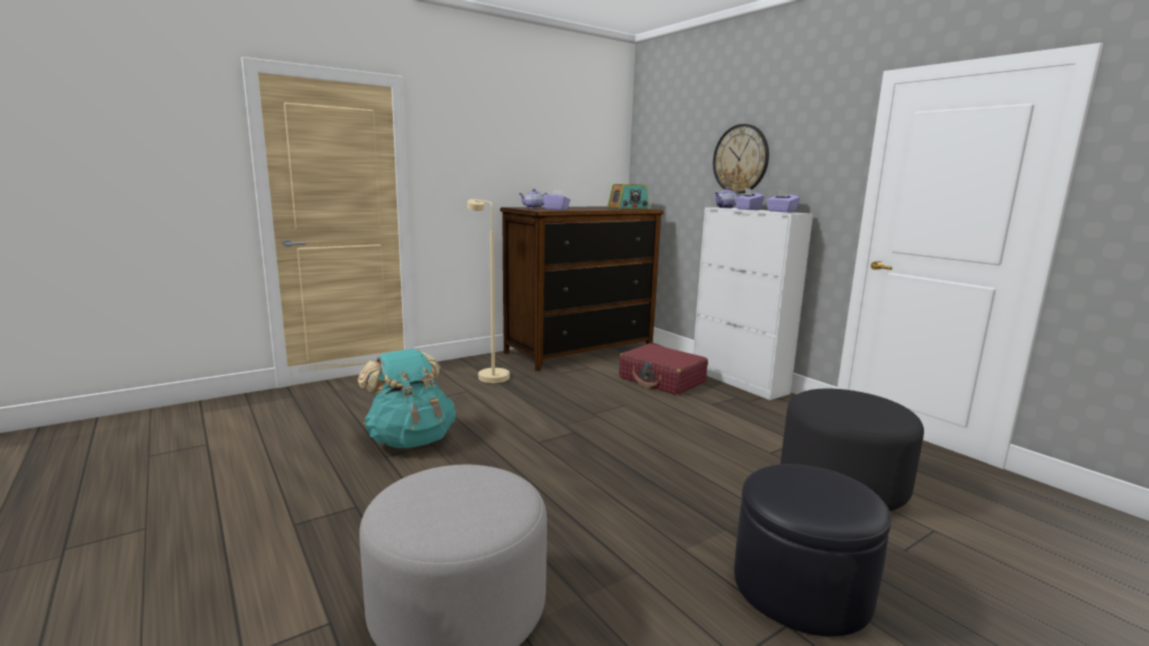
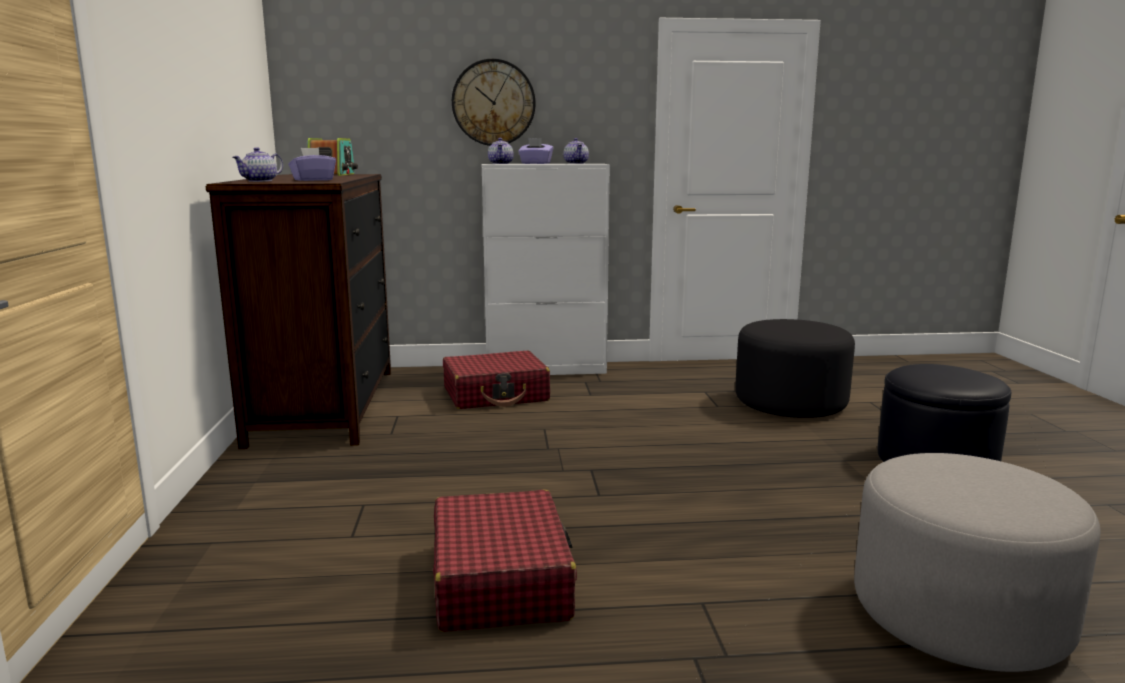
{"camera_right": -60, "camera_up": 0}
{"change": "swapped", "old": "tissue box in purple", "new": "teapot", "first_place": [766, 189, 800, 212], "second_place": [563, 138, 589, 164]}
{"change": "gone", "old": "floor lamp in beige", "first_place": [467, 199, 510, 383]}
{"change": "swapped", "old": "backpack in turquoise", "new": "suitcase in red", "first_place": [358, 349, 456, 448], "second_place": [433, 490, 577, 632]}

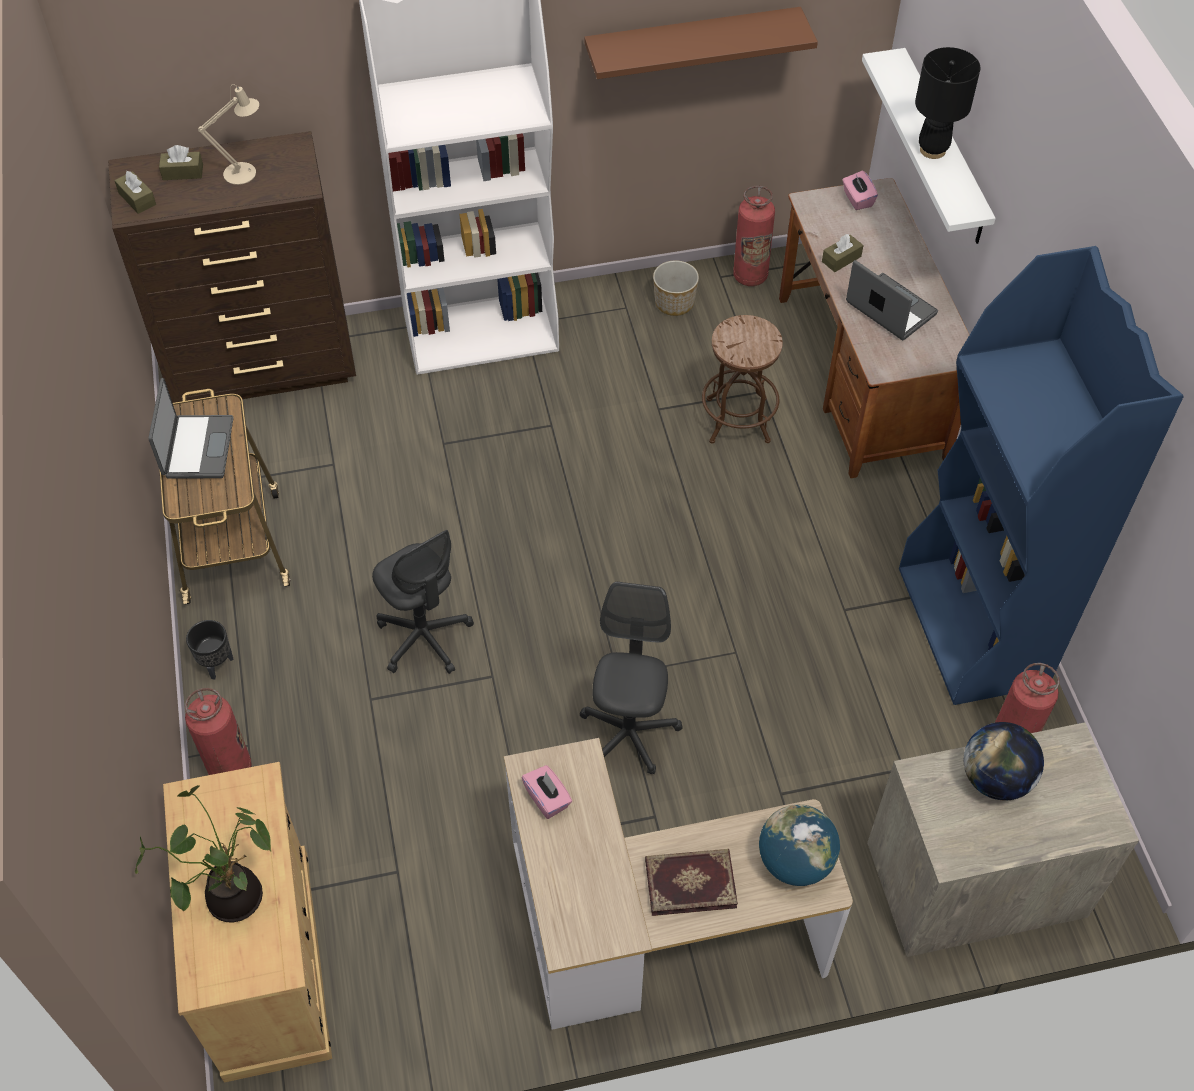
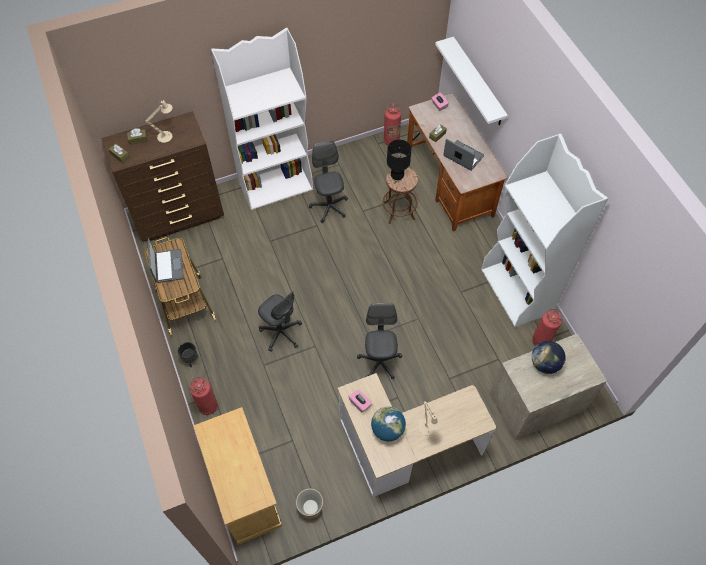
{"camera_right": -10, "camera_up": 5}
{"change": "gone", "old": "shelf in brown", "first_place": [584, 7, 818, 79]}
{"change": "shifted", "old": "table lamp in black", "first_place": [915, 47, 980, 159], "second_place": [387, 140, 412, 182]}
{"change": "repainted", "old": "bookcase in blue", "new": "bookcase in white", "first_place": [899, 246, 1184, 705], "second_place": [481, 134, 608, 327]}
{"change": "shifted", "old": "planter", "first_place": [653, 260, 699, 316], "second_place": [296, 489, 323, 519]}
{"change": "gone", "old": "potted plant", "first_place": [135, 785, 271, 923]}
{"change": "shifted", "old": "globe", "first_place": [759, 804, 840, 886], "second_place": [371, 406, 406, 441]}
{"change": "swapped", "old": "book", "new": "table lamp in beige", "first_place": [645, 849, 738, 916], "second_place": [418, 401, 441, 435]}
{"change": "new", "new": "office chair in grey", "second_place": [309, 140, 348, 223]}

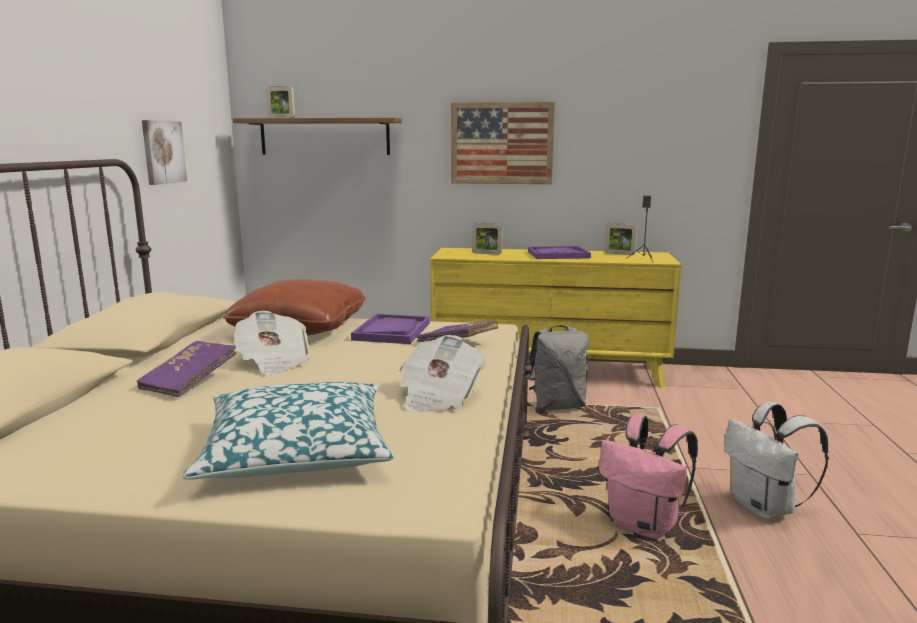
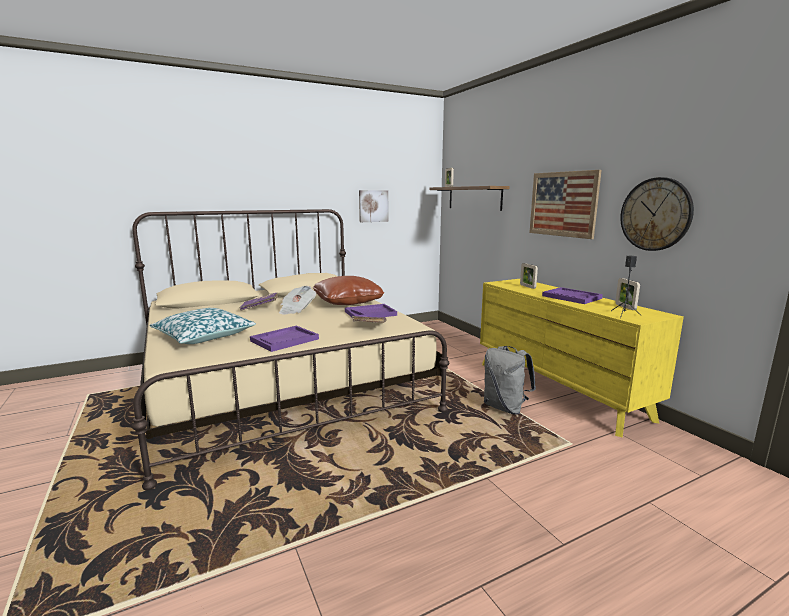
{"camera_right": 55, "camera_up": 0}
{"change": "swapped", "old": "newspaper", "new": "tray in purple", "first_place": [399, 335, 485, 412], "second_place": [250, 326, 319, 352]}
{"change": "gone", "old": "backpack in white", "first_place": [724, 402, 829, 520]}
{"change": "gone", "old": "backpack in pink", "first_place": [599, 414, 698, 539]}
{"change": "new", "new": "wall clock", "second_place": [620, 177, 694, 251]}

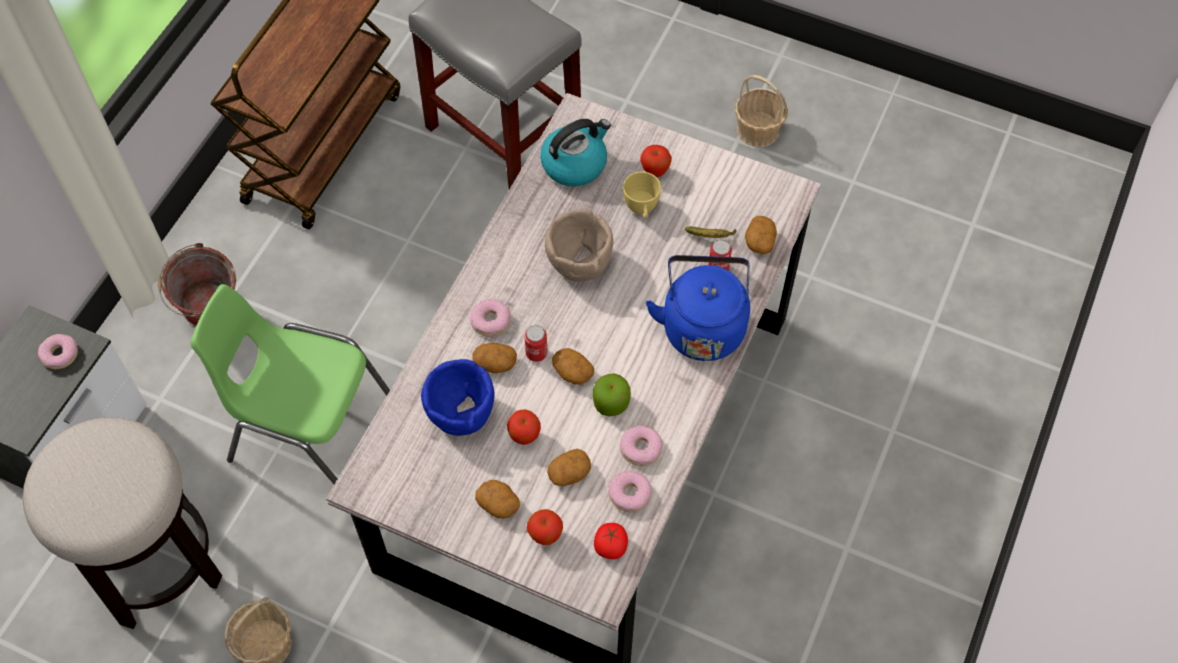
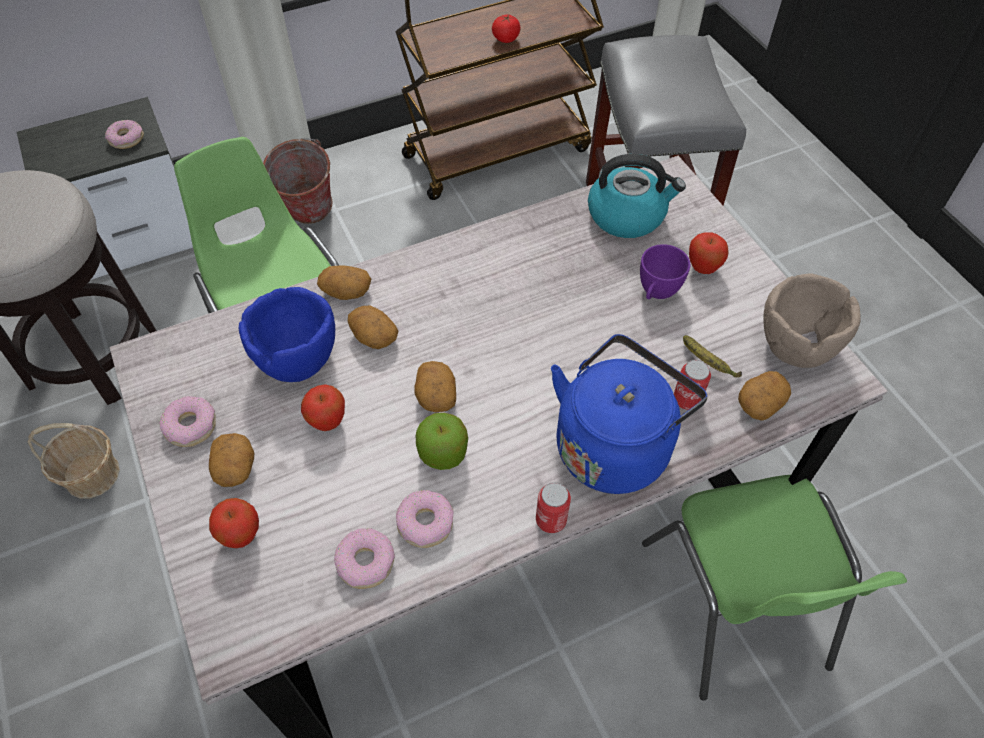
{"camera_right": 40, "camera_up": -5}
{"change": "gone", "old": "basket", "first_place": [735, 75, 788, 147]}
{"change": "repainted", "old": "cup in yellow", "new": "cup in purple", "first_place": [623, 172, 661, 219], "second_place": [640, 244, 690, 299]}
{"change": "shifted", "old": "bowl in brown", "first_place": [545, 209, 613, 282], "second_place": [763, 273, 860, 368]}
{"change": "shifted", "old": "donut", "first_place": [470, 299, 511, 337], "second_place": [160, 396, 216, 447]}
{"change": "shifted", "old": "can", "first_place": [524, 325, 548, 362], "second_place": [536, 482, 571, 533]}
{"change": "shifted", "old": "potato", "first_place": [547, 448, 591, 486], "second_place": [317, 265, 371, 300]}
{"change": "shifted", "old": "tomato", "first_place": [594, 523, 628, 559], "second_place": [492, 15, 521, 43]}
{"change": "new", "new": "chair in green", "second_place": [642, 475, 907, 701]}

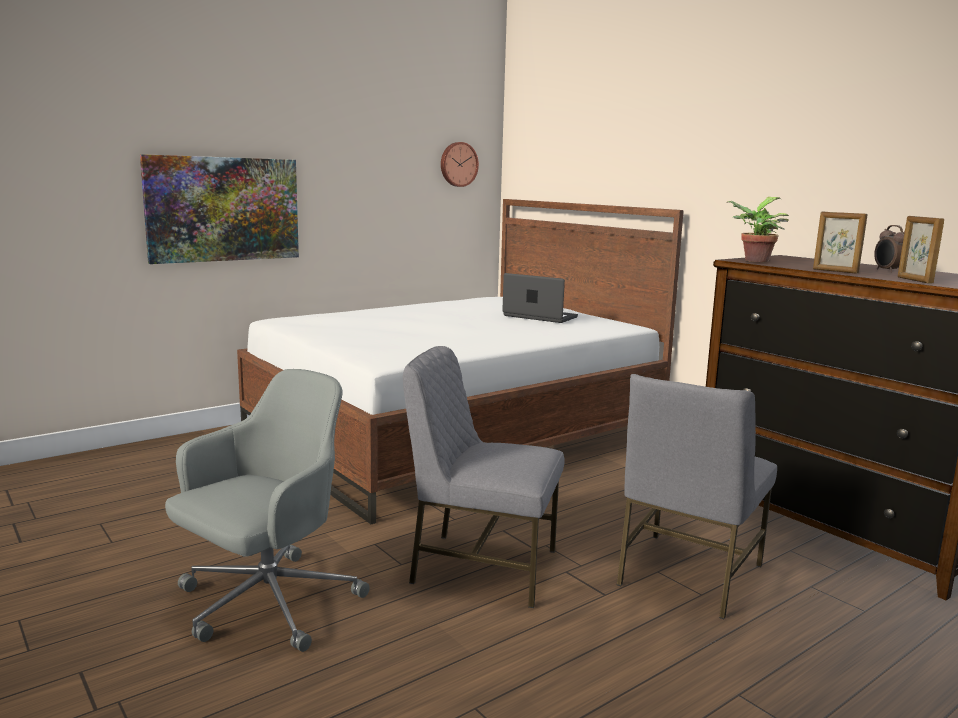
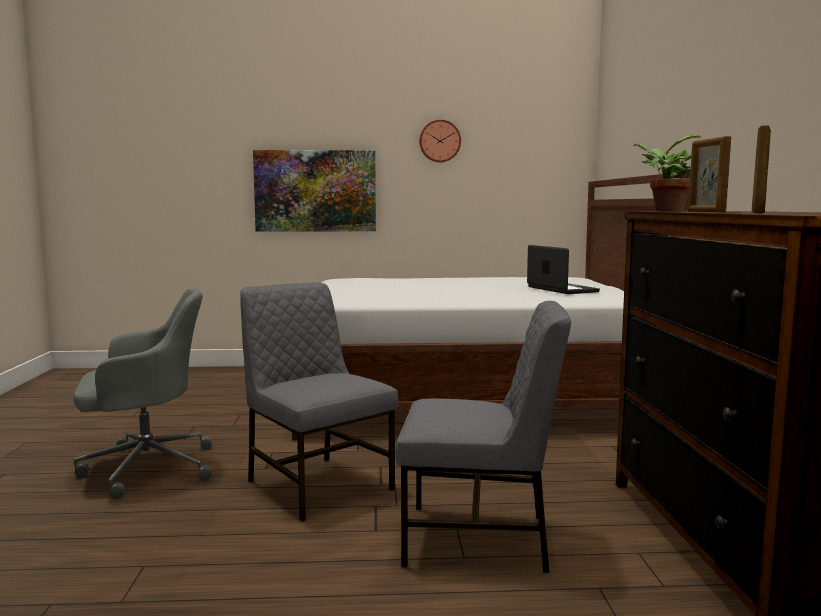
{"camera_right": 35, "camera_up": -5}
{"change": "shifted", "old": "wall clock", "first_place": [441, 142, 479, 187], "second_place": [419, 120, 461, 162]}
{"change": "gone", "old": "alarm clock", "first_place": [874, 225, 905, 272]}
{"change": "rotated", "old": "chair in grey", "first_place": [617, 374, 777, 619], "second_place": [395, 301, 571, 573], "degrees": -150}

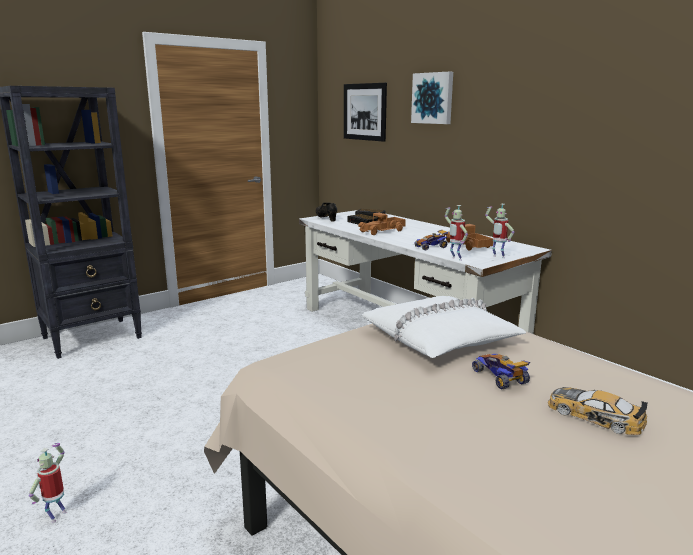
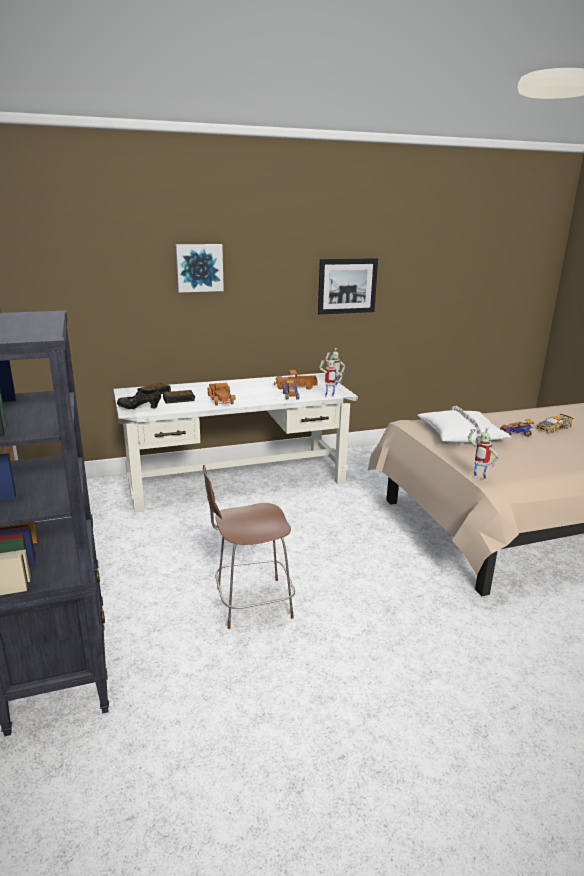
{"camera_right": -70, "camera_up": 5}
{"change": "shifted", "old": "picture", "first_place": [344, 83, 387, 142], "second_place": [318, 258, 378, 314]}
{"change": "shifted", "old": "toy robot", "first_place": [29, 443, 67, 523], "second_place": [468, 427, 499, 481]}
{"change": "new", "new": "chair in brown", "second_place": [203, 465, 295, 629]}

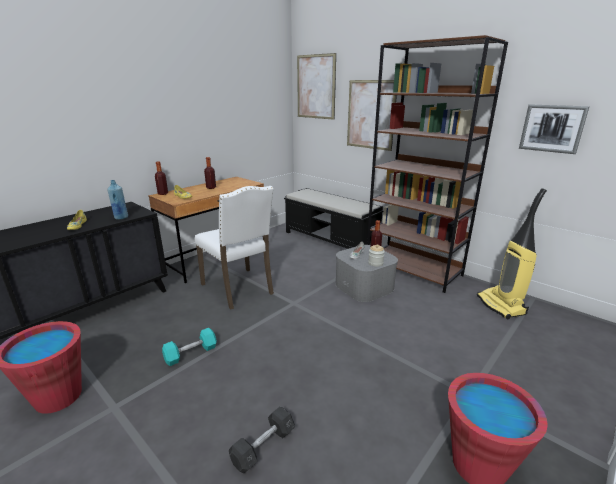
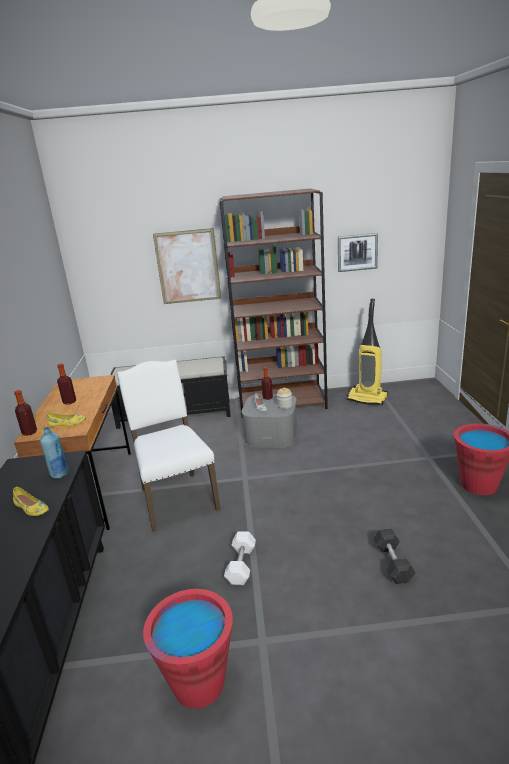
{"camera_right": -45, "camera_up": 0}
{"change": "gone", "old": "picture", "first_place": [297, 53, 336, 120]}
{"change": "rotated", "old": "chair in white", "first_place": [195, 186, 274, 309], "second_place": [117, 360, 221, 532], "degrees": -120}
{"change": "repainted", "old": "dumbbell in turquoise", "new": "dumbbell in white", "first_place": [162, 328, 217, 366], "second_place": [224, 531, 256, 585]}

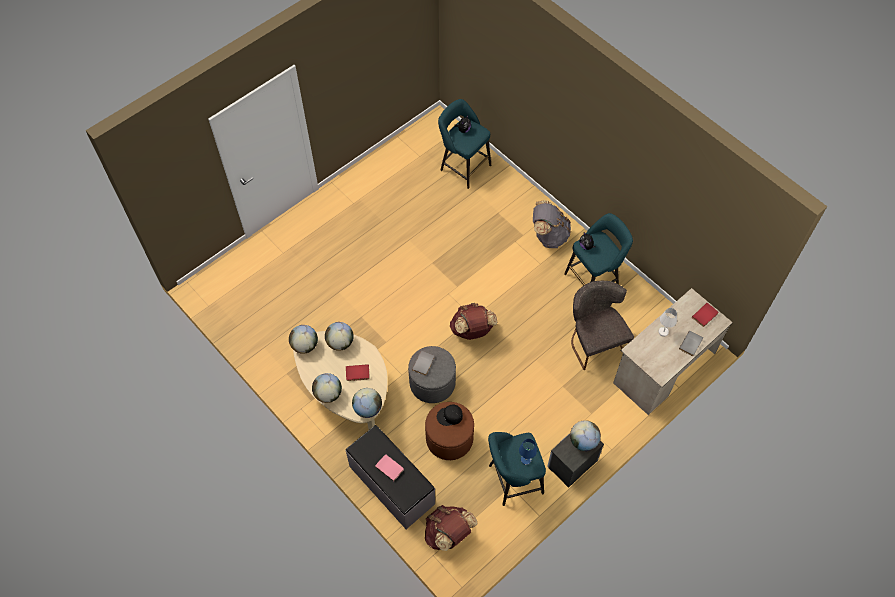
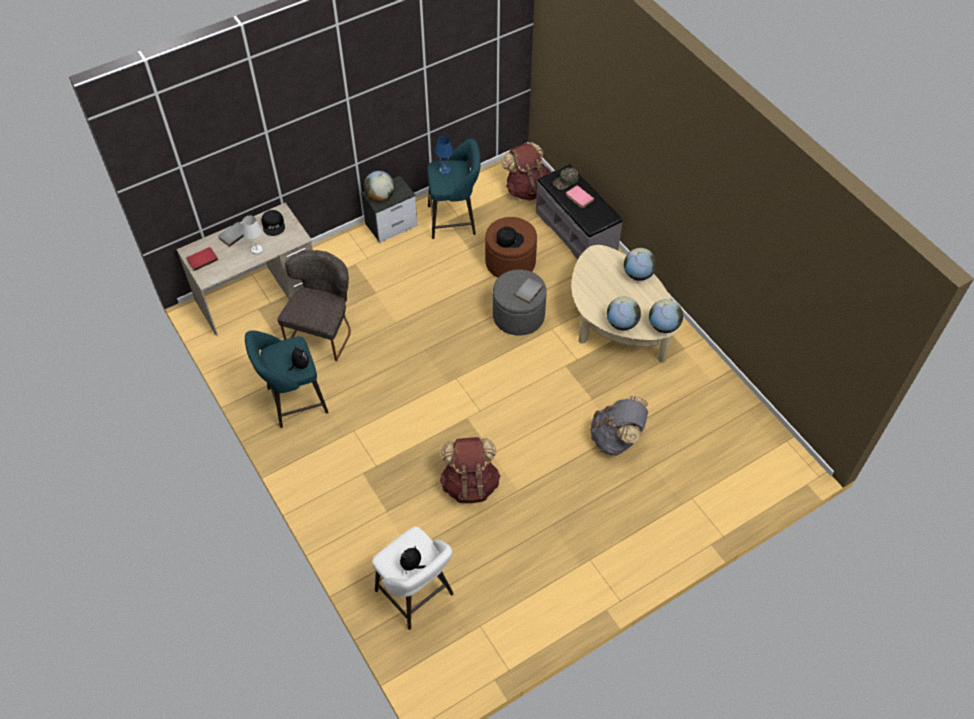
{"camera_right": -170, "camera_up": -5}
{"change": "repainted", "old": "stool in turquoise", "new": "stool in white", "first_place": [438, 99, 491, 189], "second_place": [372, 527, 453, 630]}
{"change": "shifted", "old": "backpack in grey", "first_place": [533, 200, 571, 248], "second_place": [590, 396, 648, 455]}
{"change": "rotated", "old": "chair in grey", "first_place": [571, 281, 634, 370], "second_place": [277, 250, 351, 361], "degrees": -150}
{"change": "shifted", "old": "backpack in brown", "first_place": [450, 303, 497, 340], "second_place": [440, 437, 500, 503]}
{"change": "gone", "old": "book in red", "first_place": [346, 364, 370, 381]}
{"change": "gone", "old": "globe", "first_place": [352, 388, 382, 418]}
{"change": "new", "new": "cap in green", "second_place": [553, 168, 578, 190]}
{"change": "new", "new": "cap in black", "second_place": [262, 210, 285, 236]}

